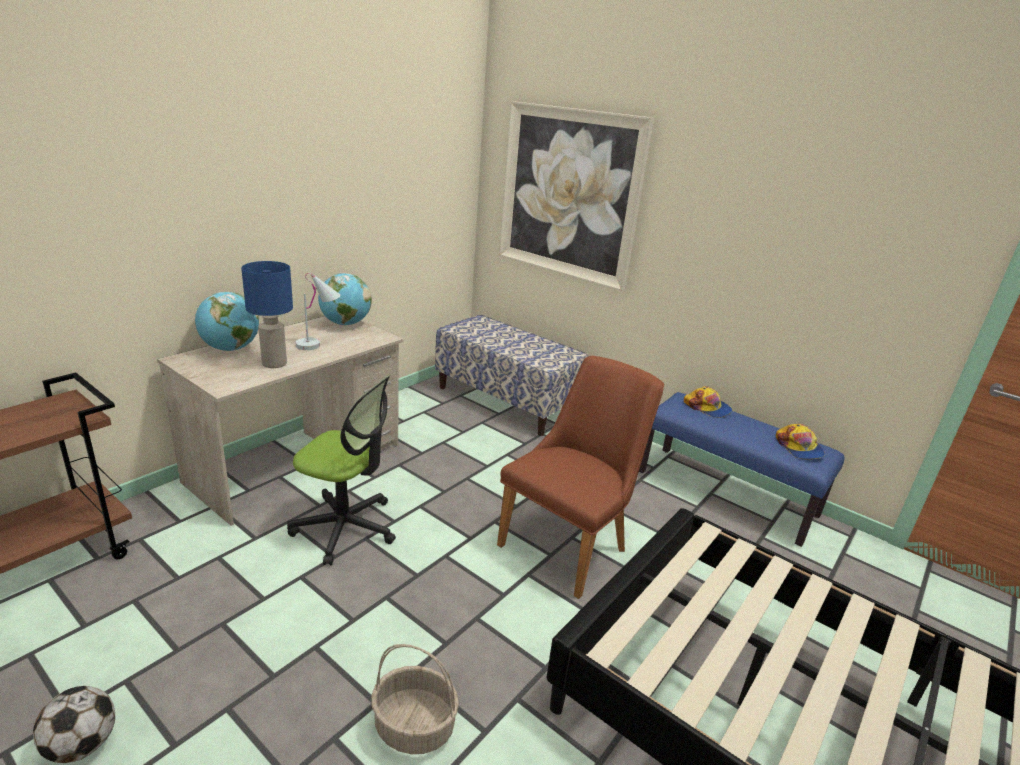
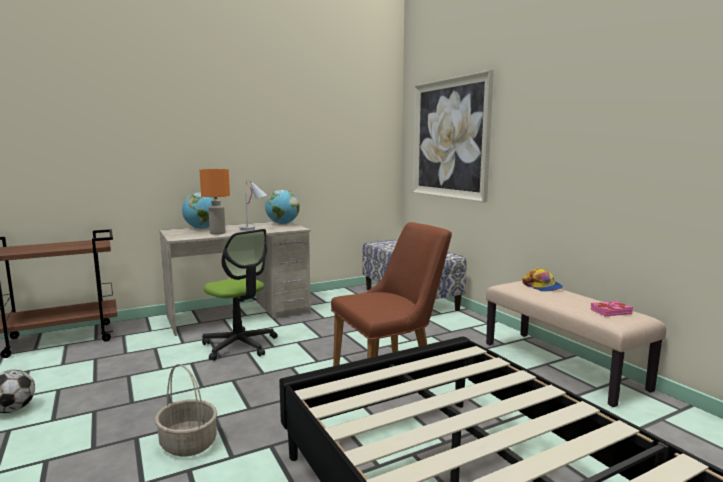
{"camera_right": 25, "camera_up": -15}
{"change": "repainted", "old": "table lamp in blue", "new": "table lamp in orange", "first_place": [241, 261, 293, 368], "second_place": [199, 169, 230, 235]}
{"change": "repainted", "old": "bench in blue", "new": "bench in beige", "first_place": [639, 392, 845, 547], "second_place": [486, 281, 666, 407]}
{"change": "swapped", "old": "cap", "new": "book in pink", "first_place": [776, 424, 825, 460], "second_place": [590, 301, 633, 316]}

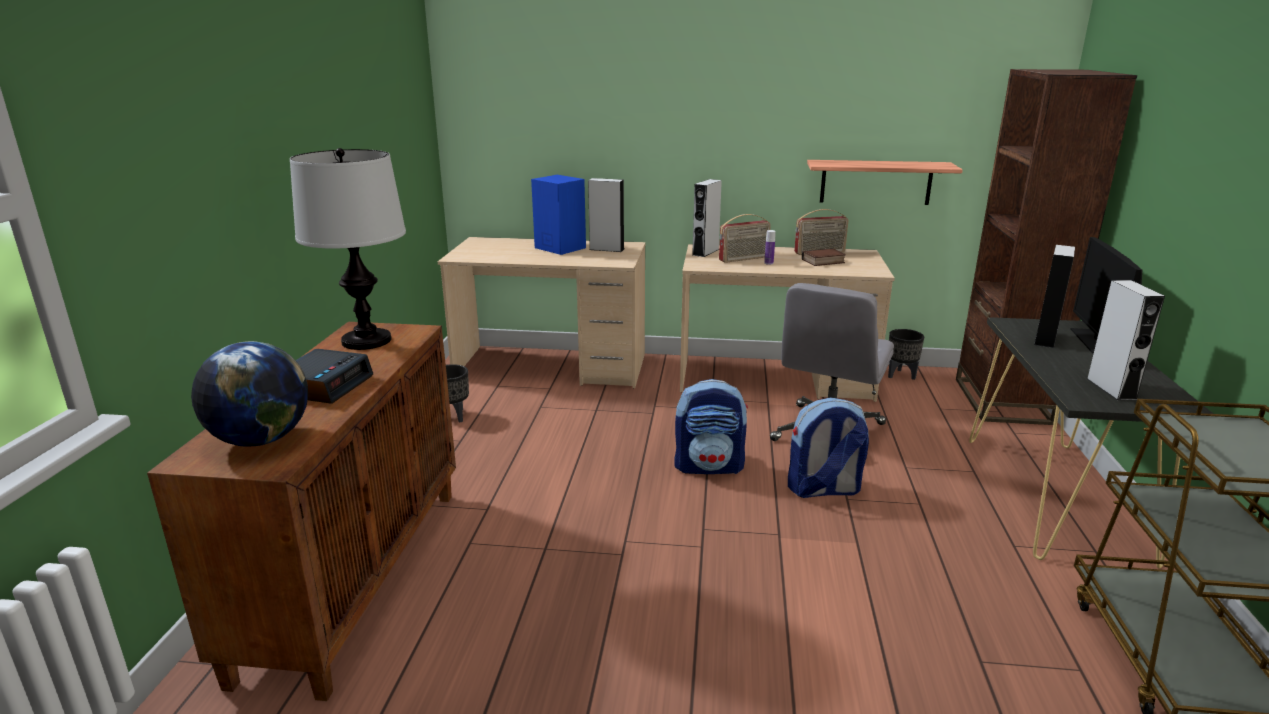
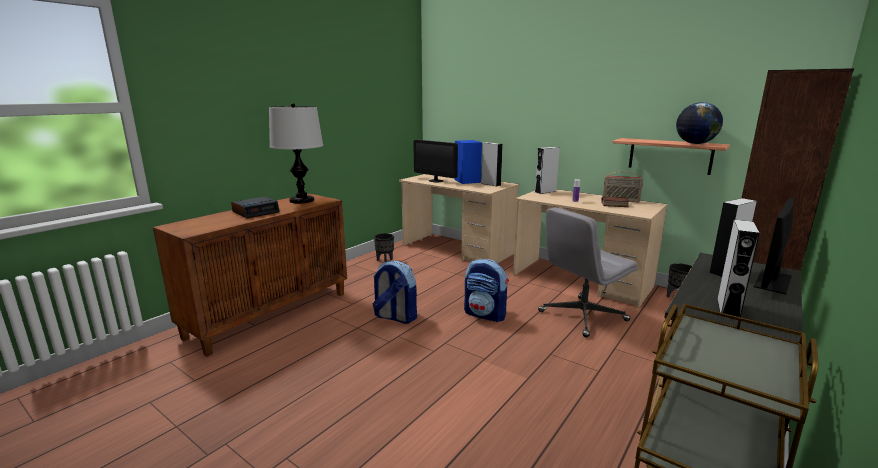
{"camera_right": 30, "camera_up": -5}
{"change": "gone", "old": "radio", "first_place": [719, 214, 771, 263]}
{"change": "shifted", "old": "globe", "first_place": [191, 341, 308, 447], "second_place": [676, 102, 723, 144]}
{"change": "shifted", "old": "backpack", "first_place": [788, 397, 869, 498], "second_place": [373, 261, 417, 324]}
{"change": "new", "new": "monitor", "second_place": [413, 140, 458, 182]}

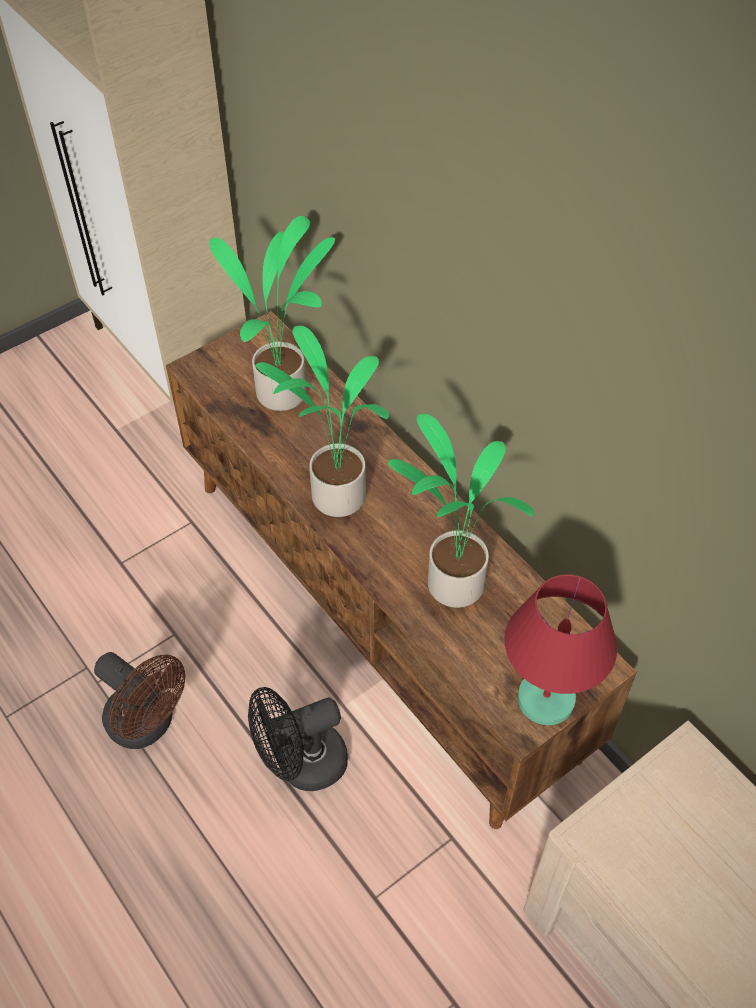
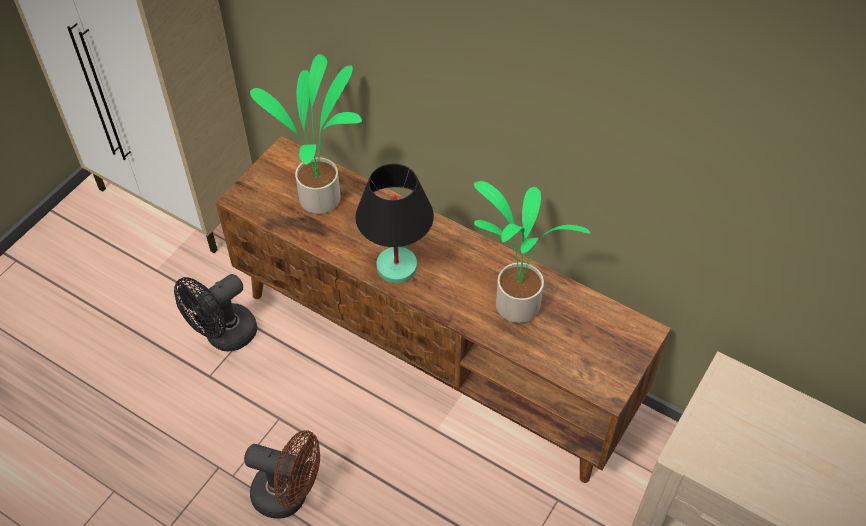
{"camera_right": -20, "camera_up": 0}
{"change": "swapped", "old": "potted plant", "new": "table lamp in black", "first_place": [255, 326, 389, 517], "second_place": [355, 164, 434, 283]}
{"change": "gone", "old": "table lamp in red", "first_place": [505, 574, 617, 725]}
{"change": "shifted", "old": "fan in black", "first_place": [248, 687, 348, 791], "second_place": [174, 274, 257, 352]}

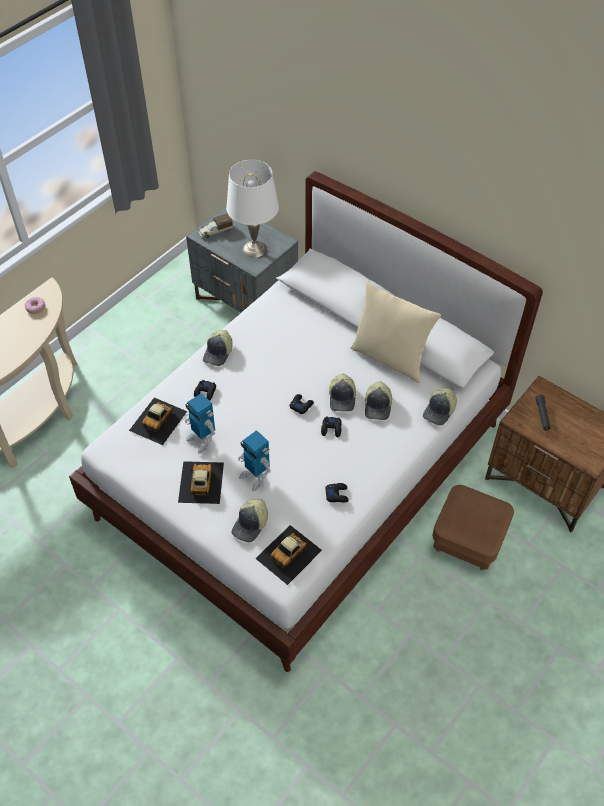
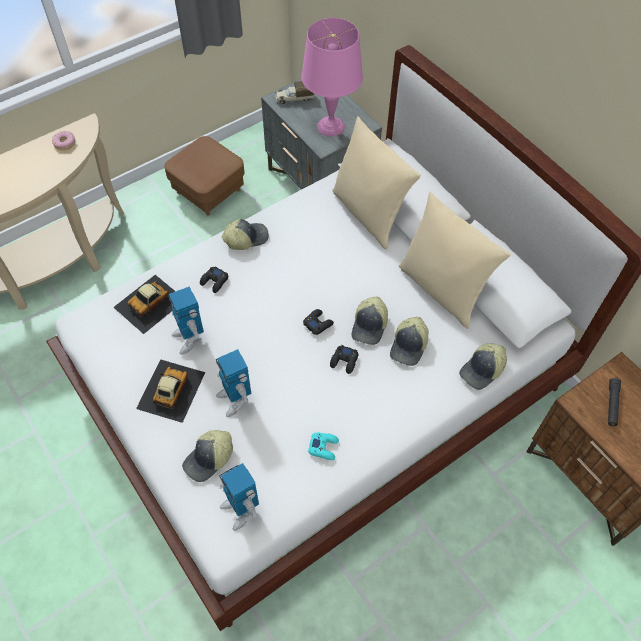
{"camera_right": 15, "camera_up": 5}
{"change": "repainted", "old": "table lamp in white", "new": "table lamp in pink", "first_place": [226, 160, 279, 258], "second_place": [301, 18, 363, 137]}
{"change": "rotated", "old": "cap", "first_place": [203, 330, 233, 366], "second_place": [222, 219, 269, 250], "degrees": -150}
{"change": "repainted", "old": "game controller in black", "new": "game controller in turquoise", "first_place": [325, 483, 349, 502], "second_place": [308, 432, 339, 460]}
{"change": "shifted", "old": "ottoman in brown", "first_place": [433, 485, 514, 570], "second_place": [164, 136, 244, 216]}
{"change": "swapped", "old": "toy car", "new": "toy robot", "first_place": [255, 525, 322, 585], "second_place": [219, 463, 259, 531]}
{"change": "new", "new": "pillow in beige", "second_place": [332, 116, 421, 249]}

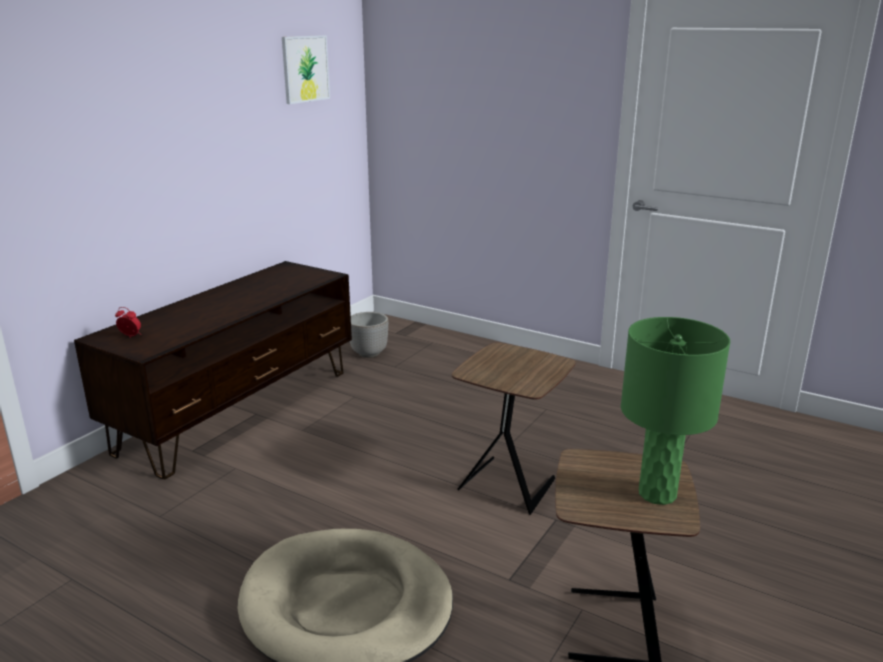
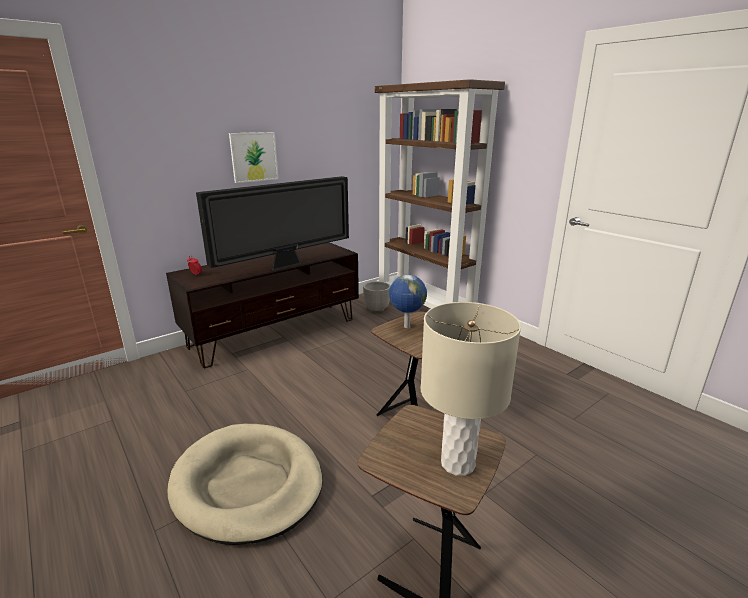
{"camera_right": 20, "camera_up": 0}
{"change": "shifted", "old": "picture", "first_place": [282, 35, 330, 104], "second_place": [229, 132, 279, 183]}
{"change": "repainted", "old": "table lamp in green", "new": "table lamp in beige", "first_place": [621, 317, 730, 505], "second_place": [421, 302, 521, 476]}
{"change": "new", "new": "bookcase in brown", "second_place": [375, 79, 505, 308]}
{"change": "new", "new": "television", "second_place": [196, 176, 349, 271]}
{"change": "new", "new": "globe", "second_place": [389, 275, 427, 328]}

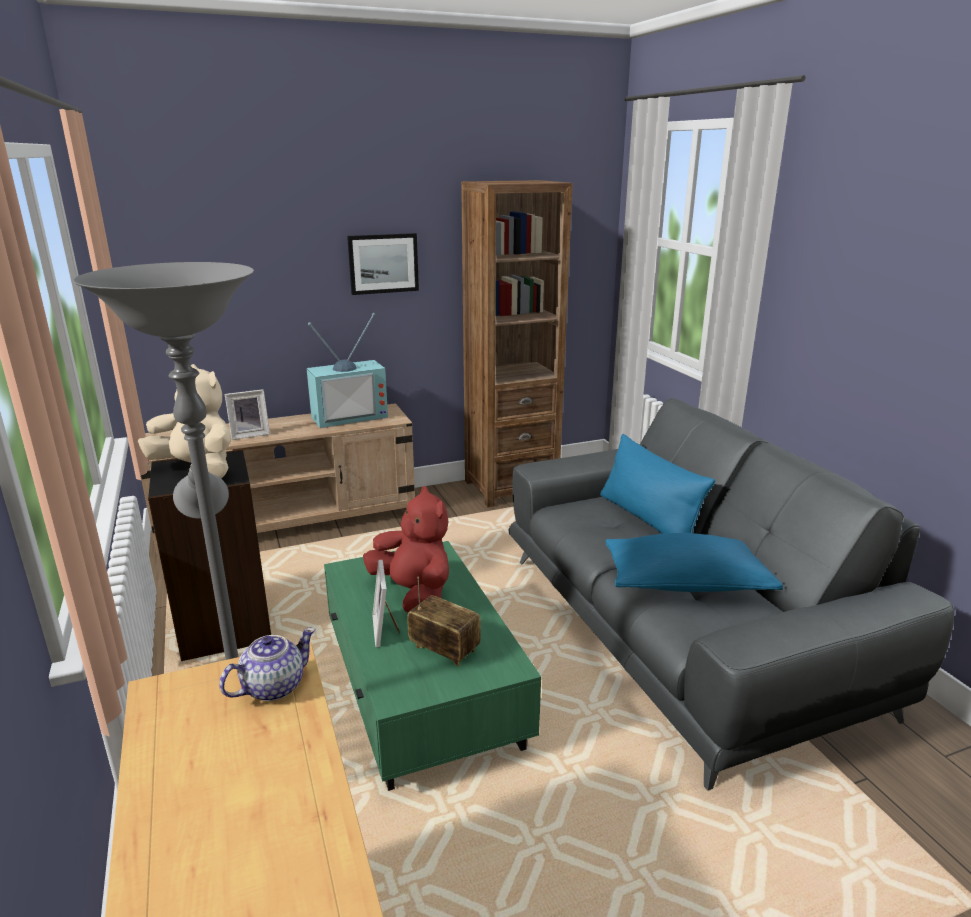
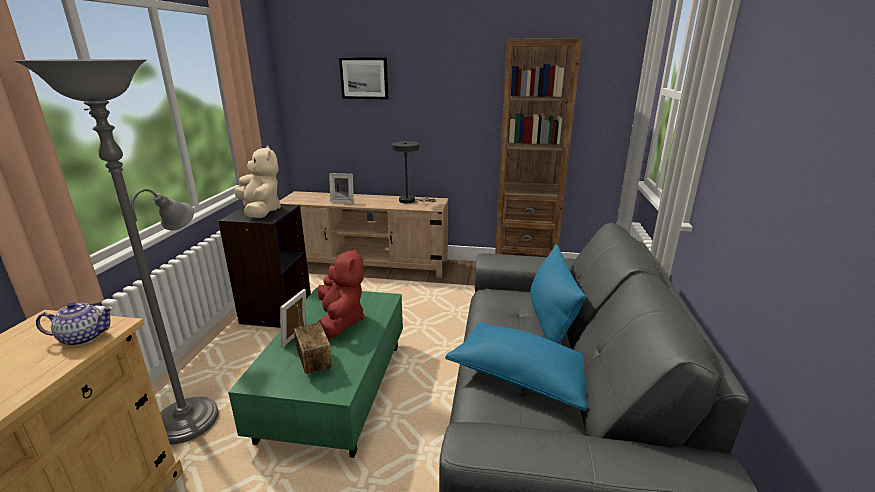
{"camera_right": 30, "camera_up": 0}
{"change": "shifted", "old": "picture", "first_place": [347, 233, 419, 295], "second_place": [339, 57, 388, 99]}
{"change": "swapped", "old": "television", "new": "table lamp in grey", "first_place": [306, 313, 388, 428], "second_place": [392, 141, 436, 203]}

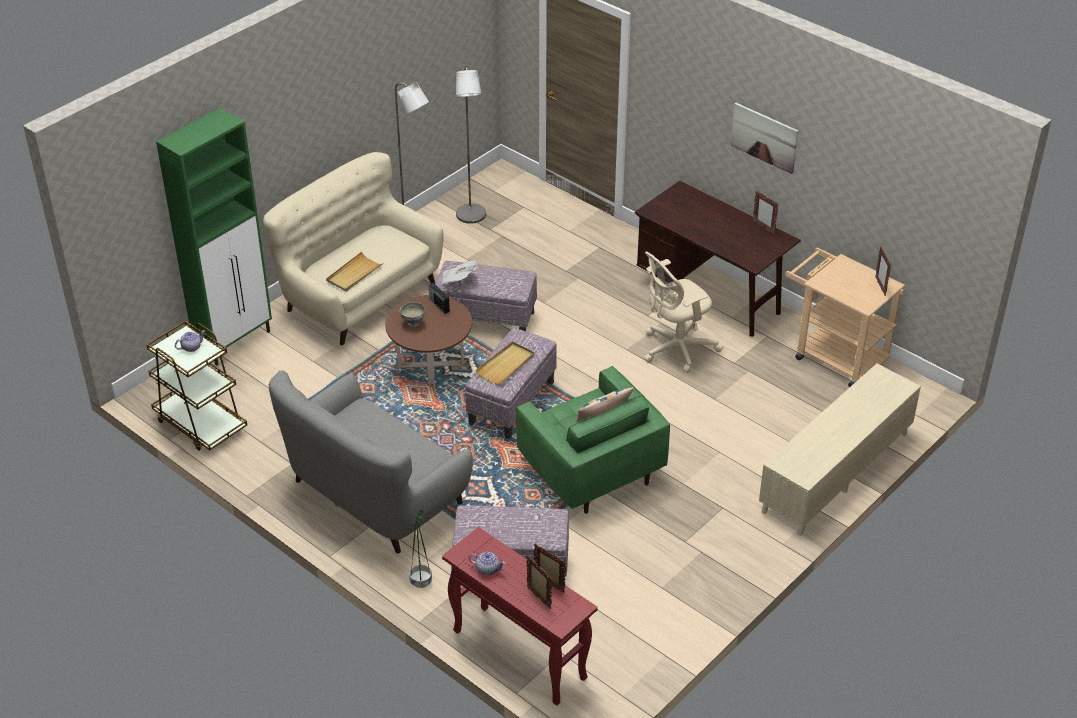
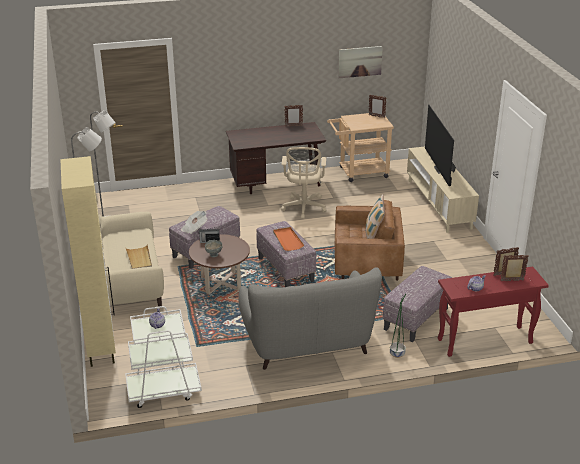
{"camera_right": -55, "camera_up": -10}
{"change": "shifted", "old": "picture", "first_place": [731, 103, 798, 174], "second_place": [338, 46, 383, 78]}
{"change": "repainted", "old": "cabinet in green", "new": "cabinet in beige", "first_place": [156, 108, 272, 366], "second_place": [60, 156, 116, 367]}
{"change": "repainted", "old": "cart in brown", "new": "cart in white", "first_place": [146, 320, 247, 451], "second_place": [125, 306, 202, 408]}
{"change": "repainted", "old": "tray in beige", "new": "tray in orange", "first_place": [476, 341, 534, 384], "second_place": [273, 227, 304, 251]}
{"change": "repainted", "old": "armchair in green", "new": "armchair in brown", "first_place": [516, 366, 670, 514], "second_place": [335, 200, 405, 281]}
{"change": "new", "new": "television", "second_place": [425, 105, 456, 186]}

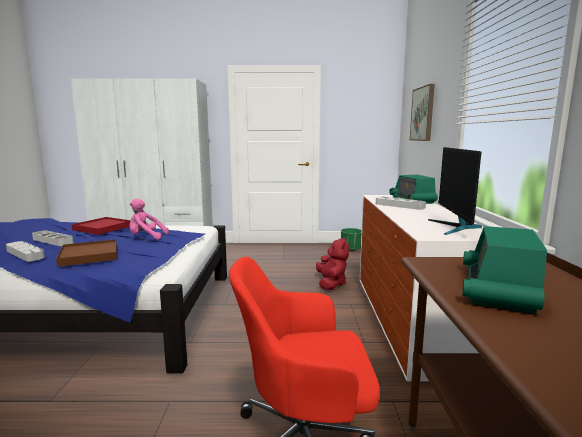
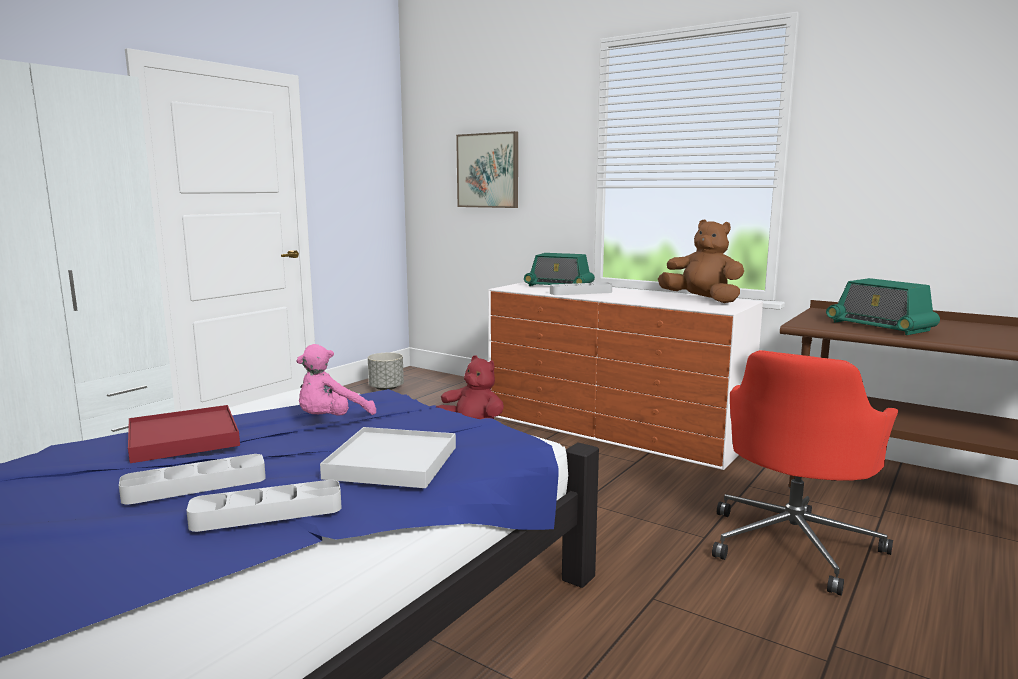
{"camera_right": -55, "camera_up": 0}
{"change": "swapped", "old": "monitor", "new": "plush toy in brown", "first_place": [428, 147, 482, 235], "second_place": [658, 219, 744, 303]}
{"change": "repainted", "old": "planter in green", "new": "planter in grey", "first_place": [341, 228, 362, 251], "second_place": [368, 353, 404, 390]}
{"change": "repainted", "old": "tray in brown", "new": "tray in white", "first_place": [56, 239, 117, 267], "second_place": [320, 427, 456, 488]}

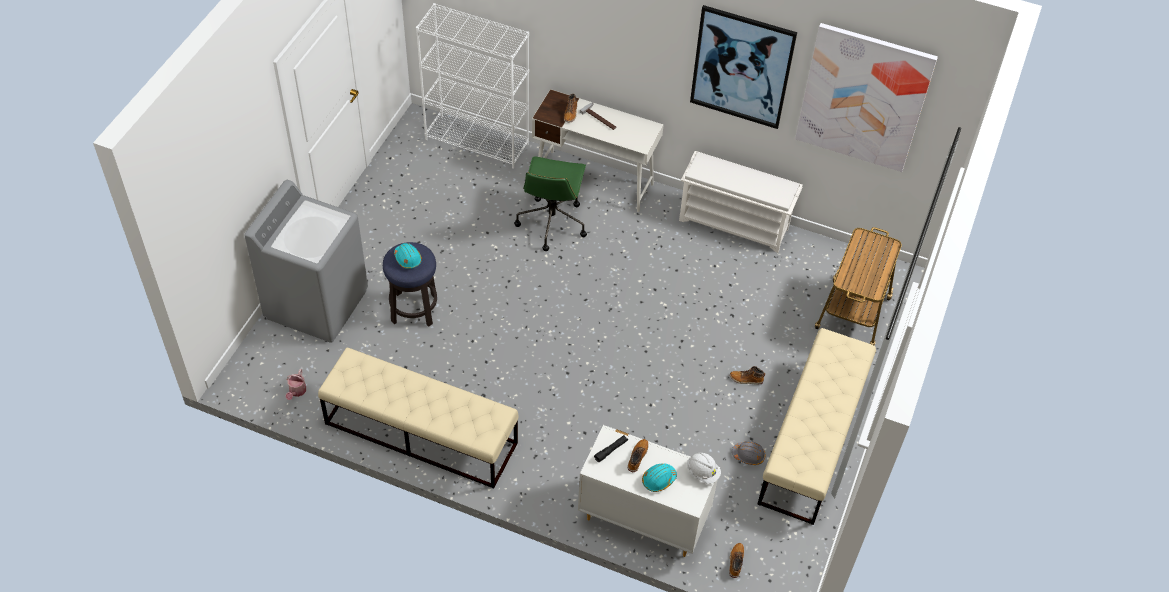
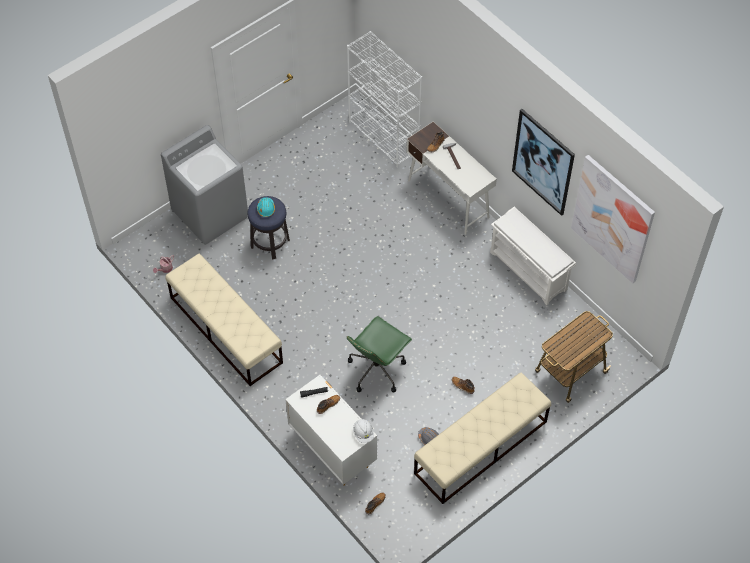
{"camera_right": 30, "camera_up": 5}
{"change": "shifted", "old": "office chair in green", "first_place": [514, 157, 587, 251], "second_place": [347, 316, 412, 392]}
{"change": "gone", "old": "hard hat in turquoise", "first_place": [642, 463, 677, 492]}

